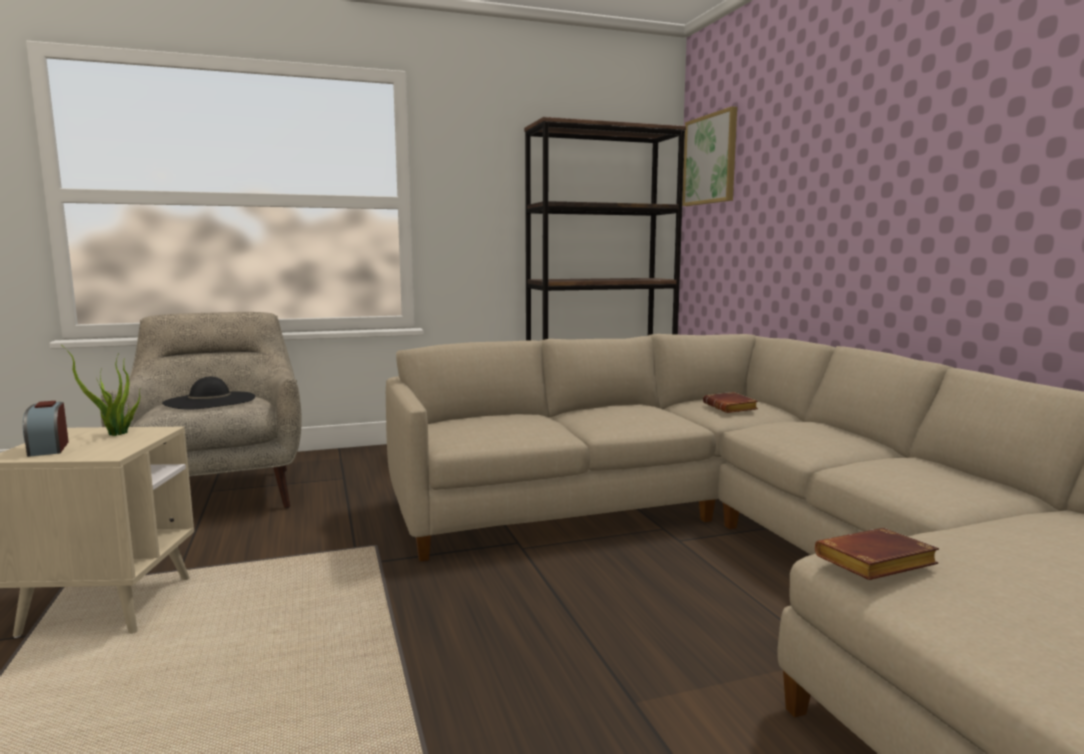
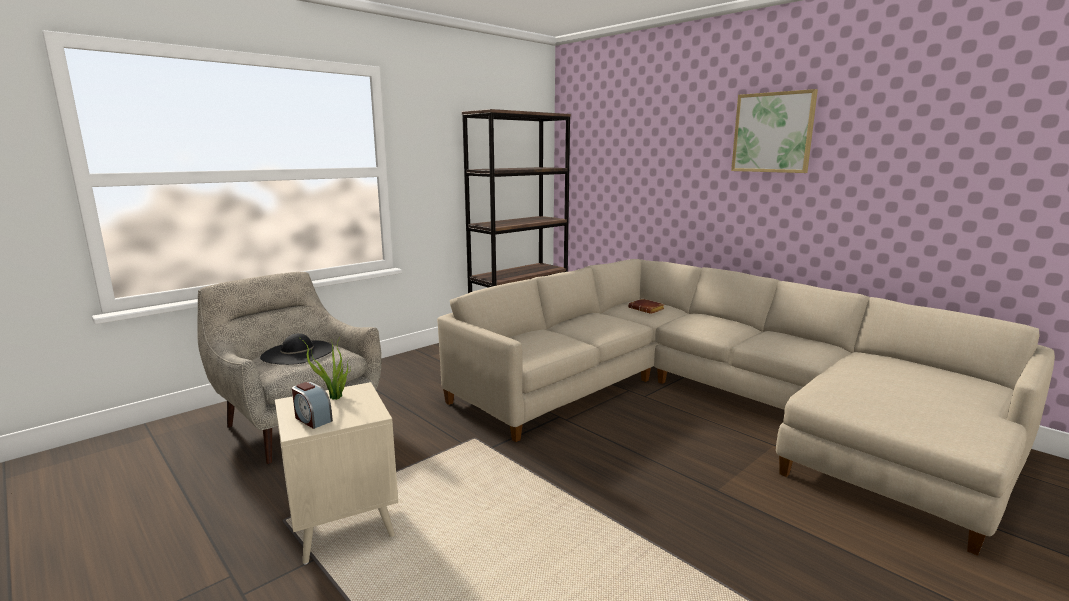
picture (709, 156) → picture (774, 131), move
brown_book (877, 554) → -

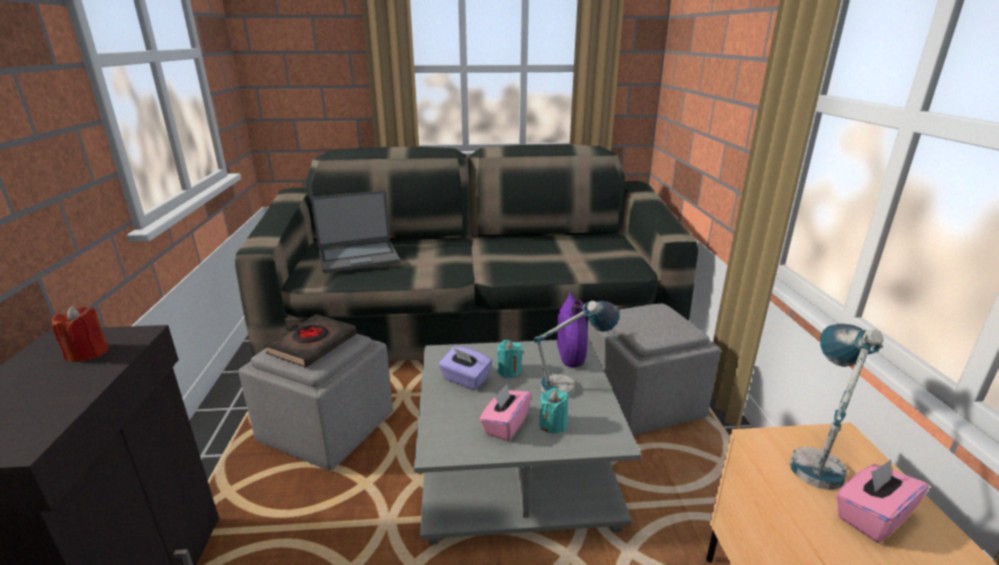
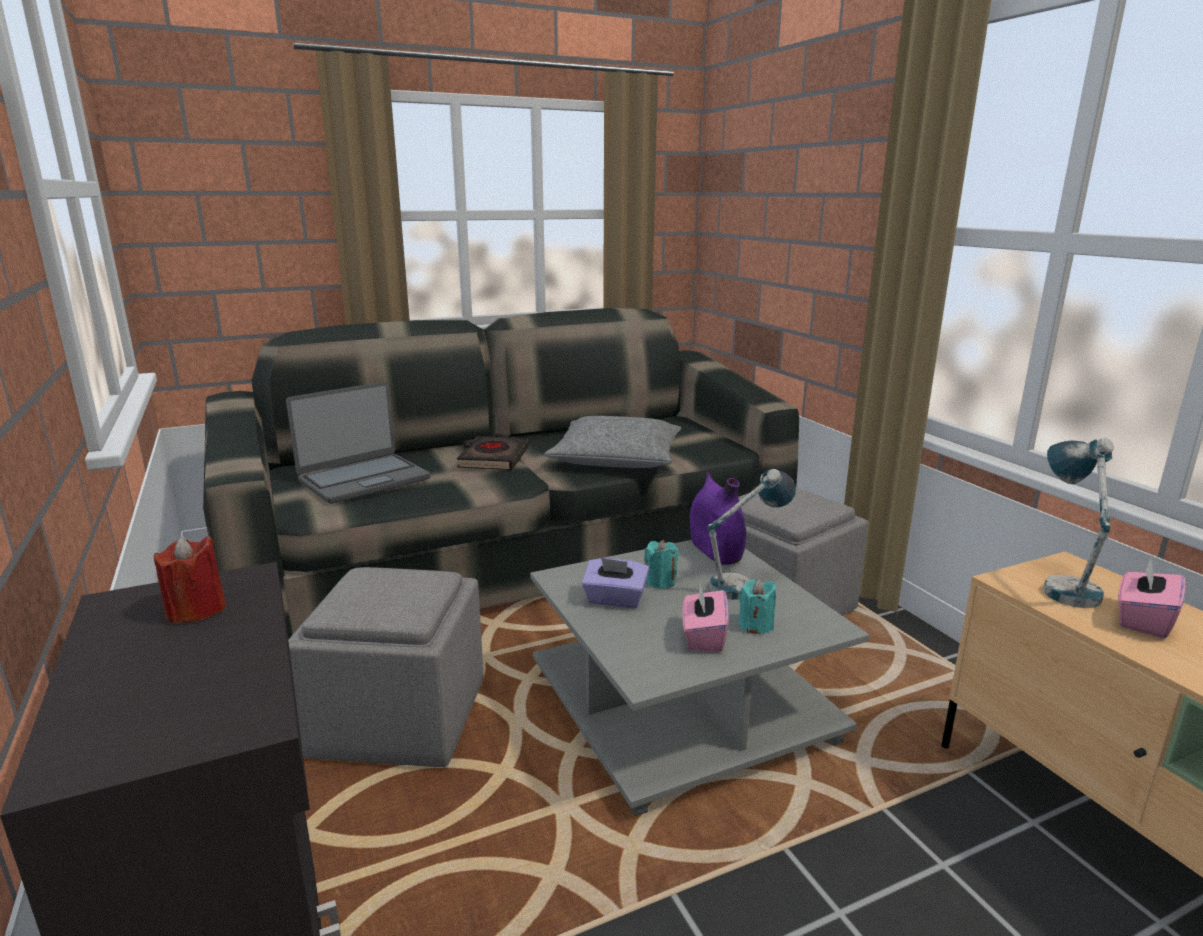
black_book (310, 341) → black_book (493, 453), move
- → grey_pillow (612, 442)

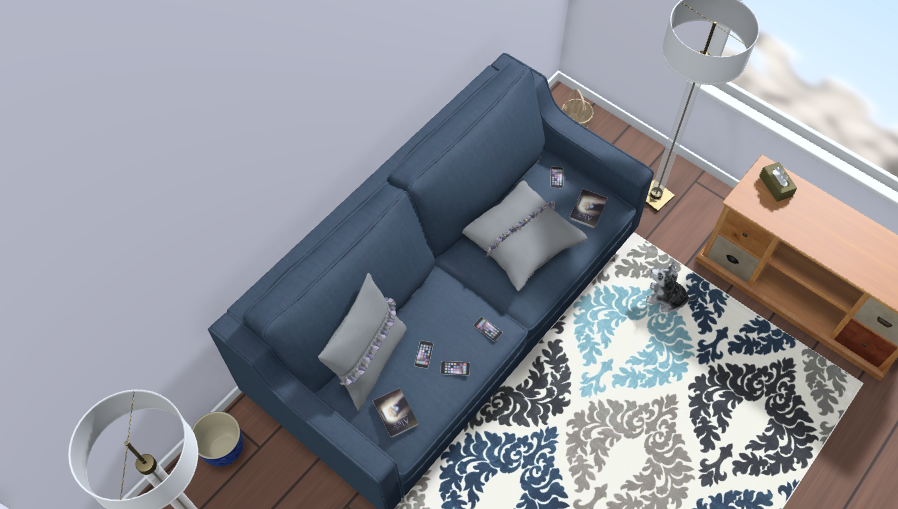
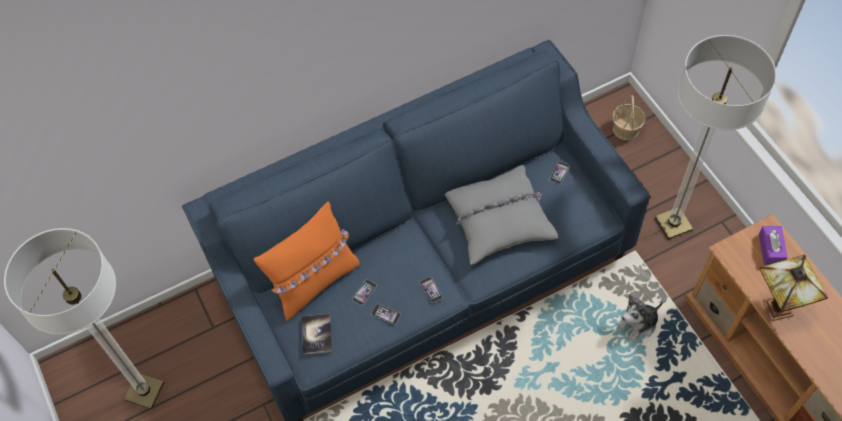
brown_tissue_box (778, 182) → purple_tissue_box (773, 245)
book (588, 208) → -
plush_toy (671, 286) → plush_toy (639, 318), 75 degrees counterclockwise
grey_pillow (362, 342) → orange_pillow (306, 261)
planter (218, 439) → -
- → table_lamp (793, 288)

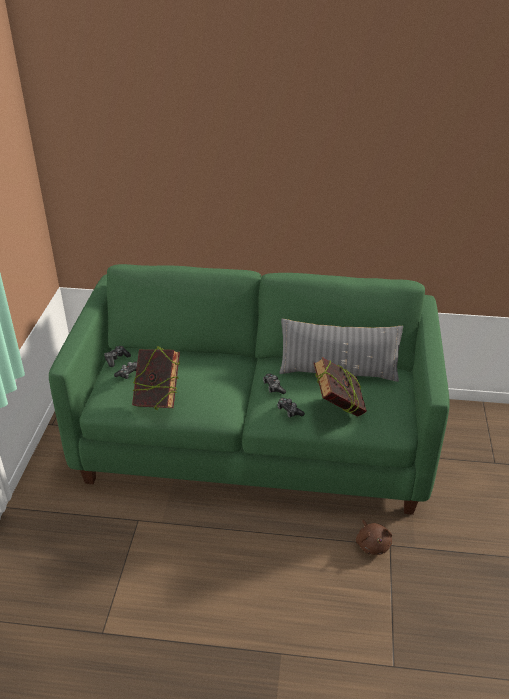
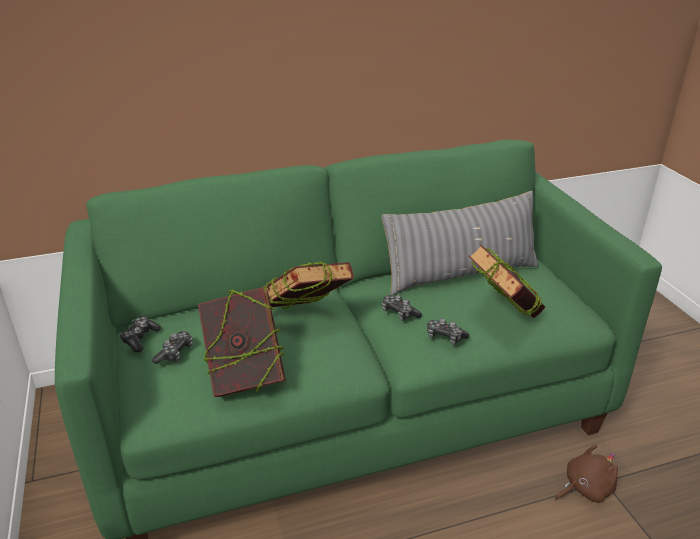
brown_plush_toy (374, 537) → brown_plush_toy (586, 474), 75 degrees counterclockwise
- → book (308, 285)

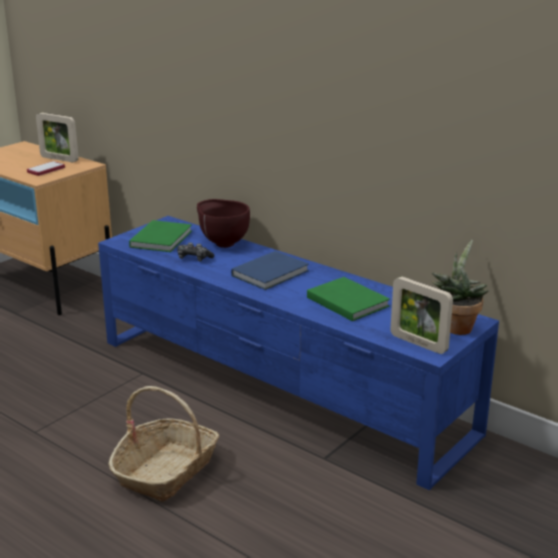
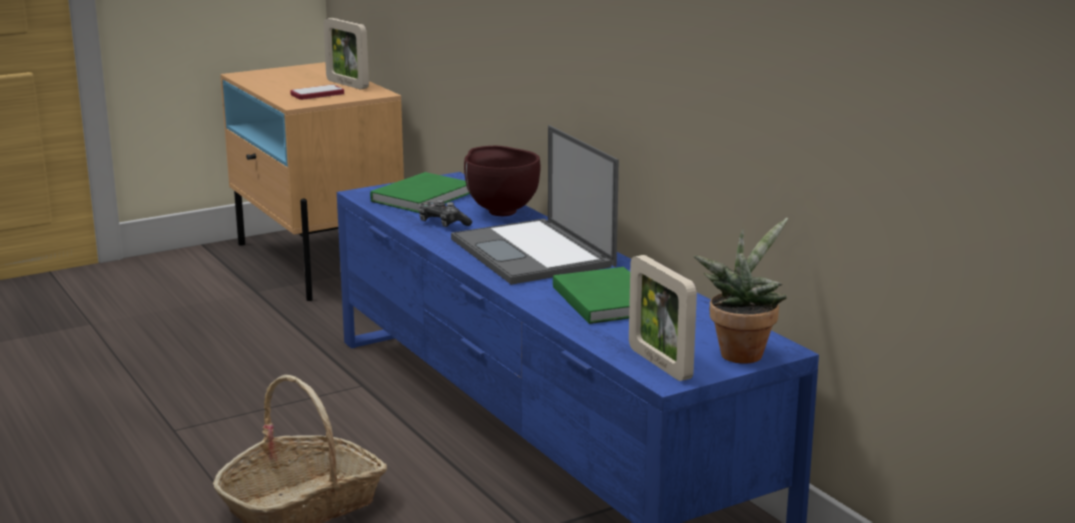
blue_book (270, 270) → laptop (535, 205)

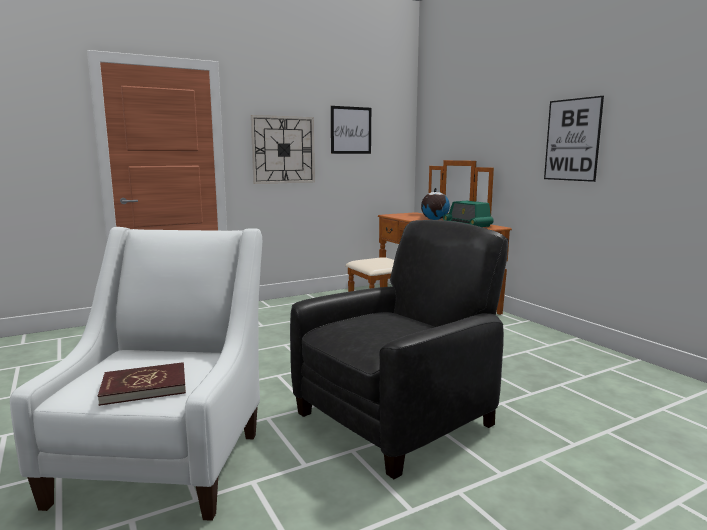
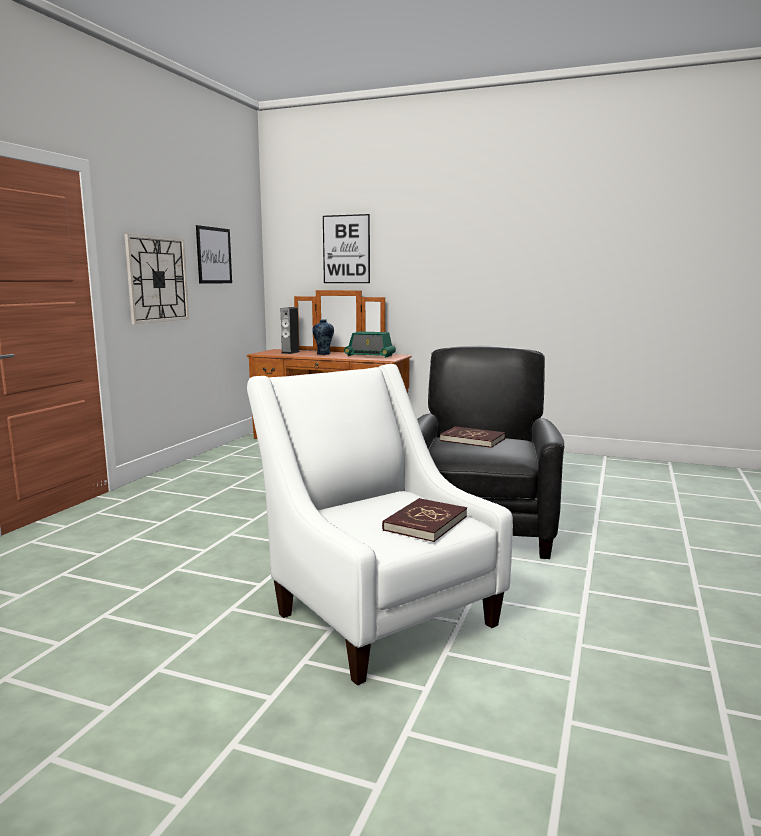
picture (574, 139) → picture (346, 248), move
globe (435, 204) → vase (323, 337)
- → speaker (290, 330)
- → red_book (472, 437)

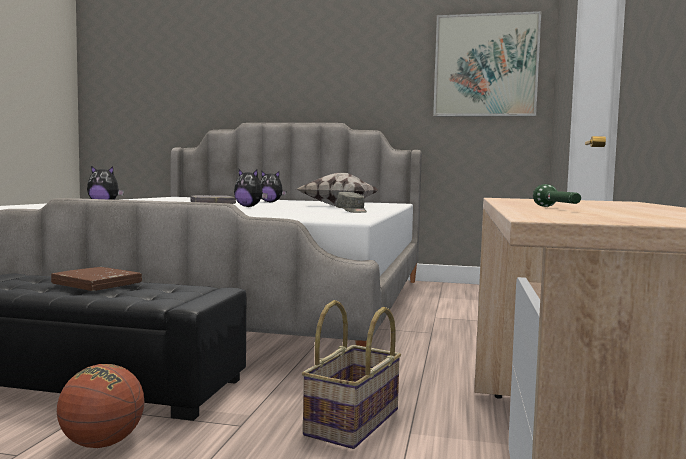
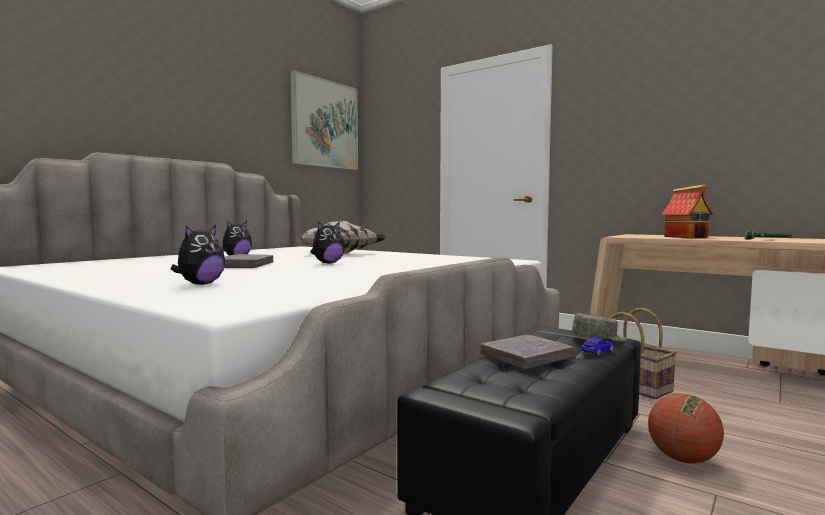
grey_cap (351, 202) → grey_cap (599, 327), move
brown_book (96, 279) → grey_book (527, 351)
- → toy_house (687, 211)
- → toy_car (597, 347)

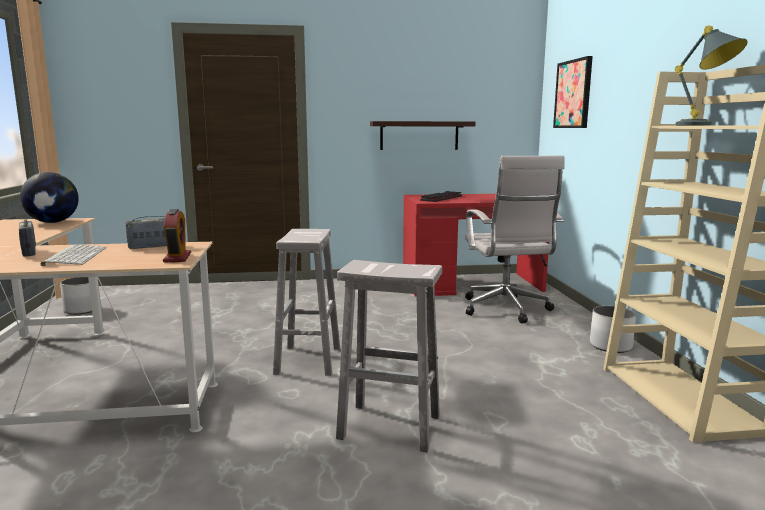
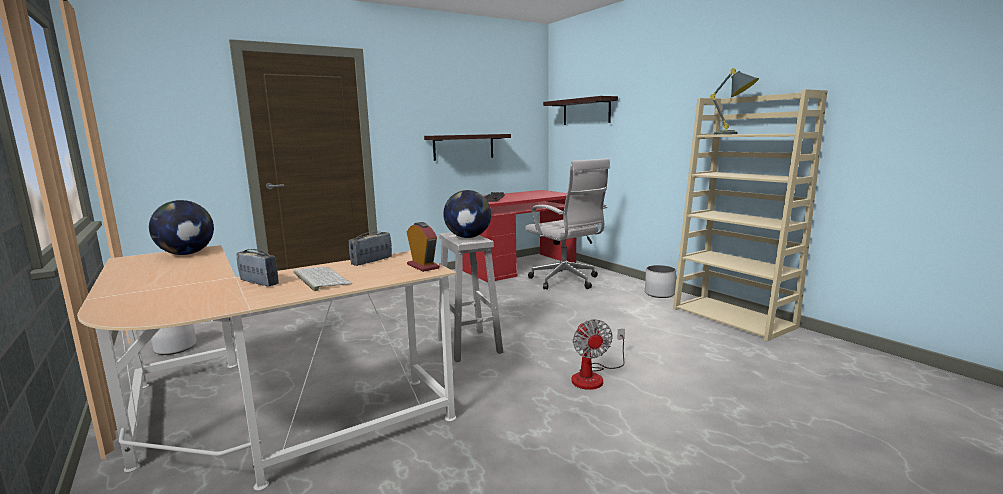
picture (573, 92) → shelf (580, 110)
white_stool (389, 356) → fan (598, 354)
- → globe (467, 214)

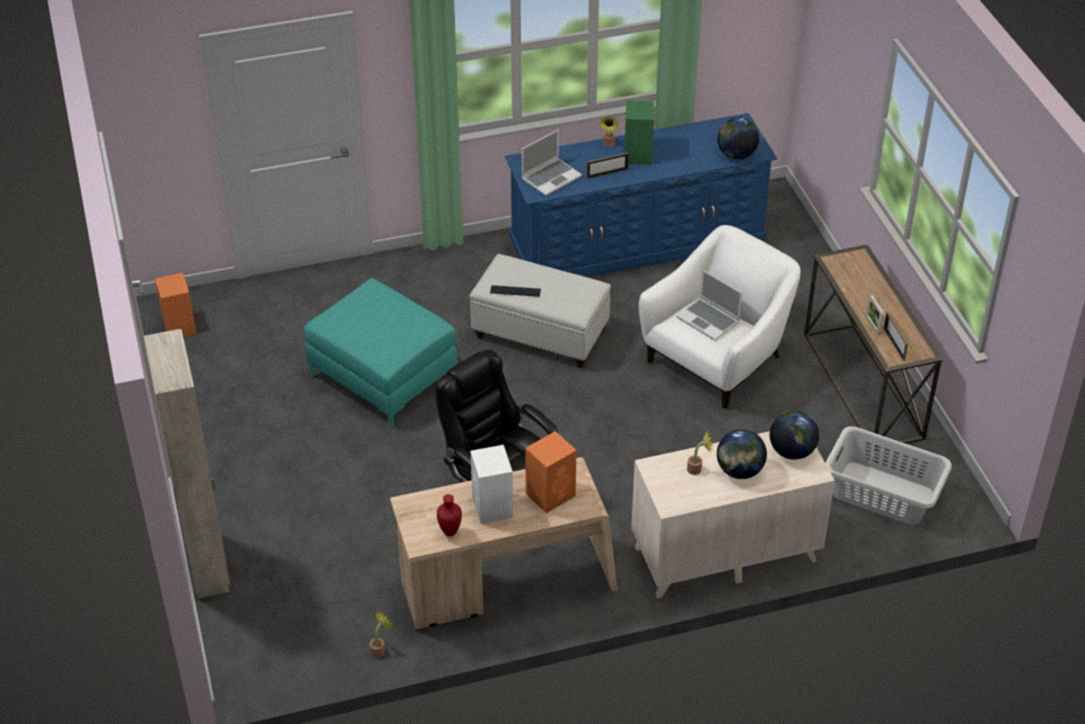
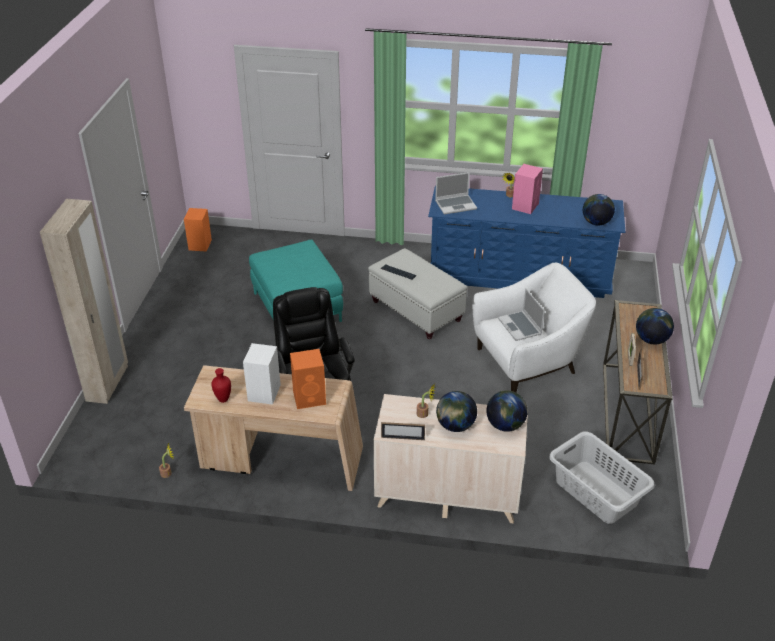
green_speaker (639, 133) → pink_speaker (527, 189)
picture_frame (607, 165) → picture_frame (403, 431), move
- → globe (655, 326)

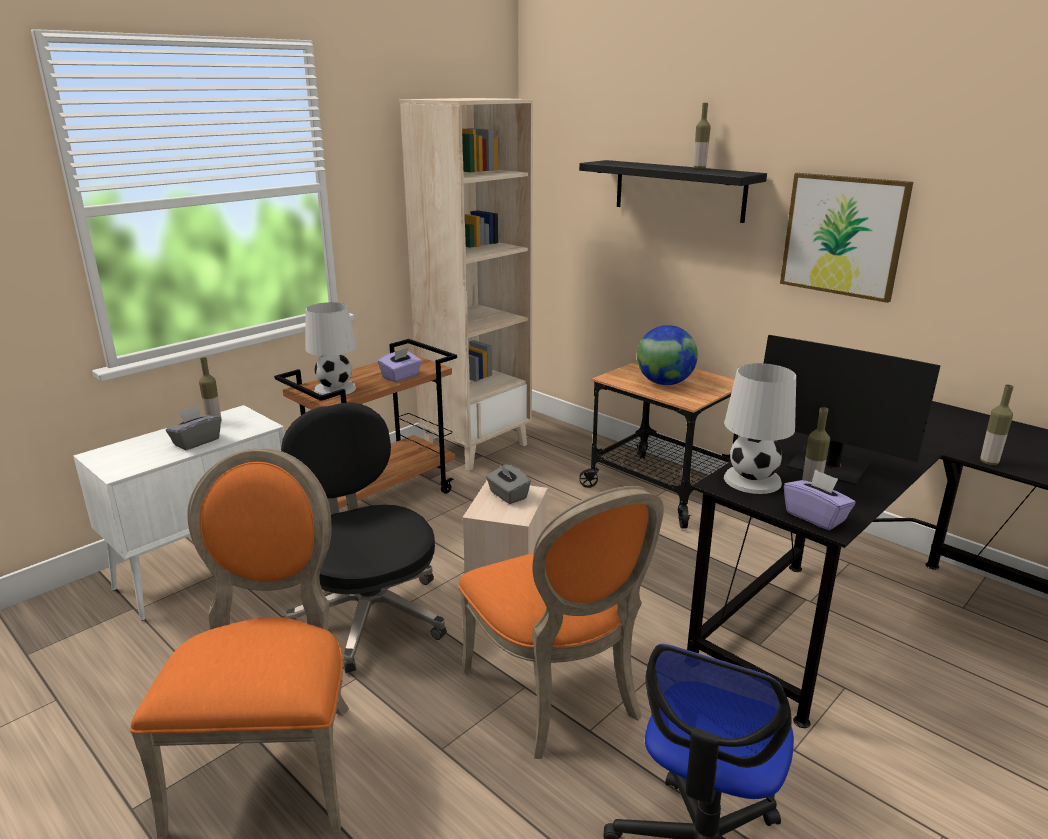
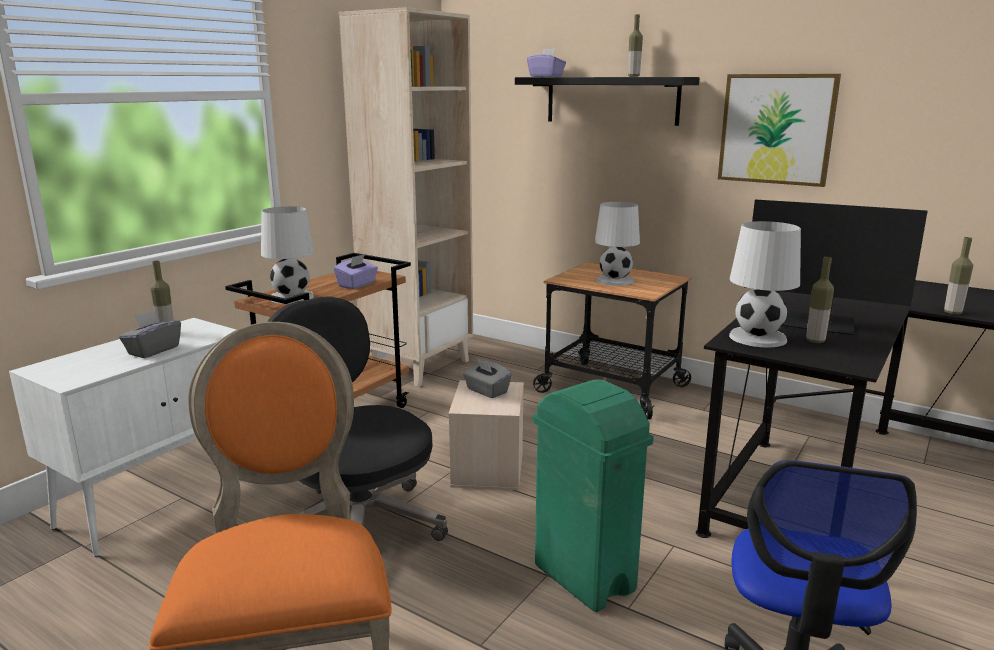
globe (667, 355) → white_table_lamp (617, 244)
purple_tissue_box (820, 499) → purple_tissue_box (546, 62), move
orange_chair (561, 622) → green_trash_can (593, 496)

